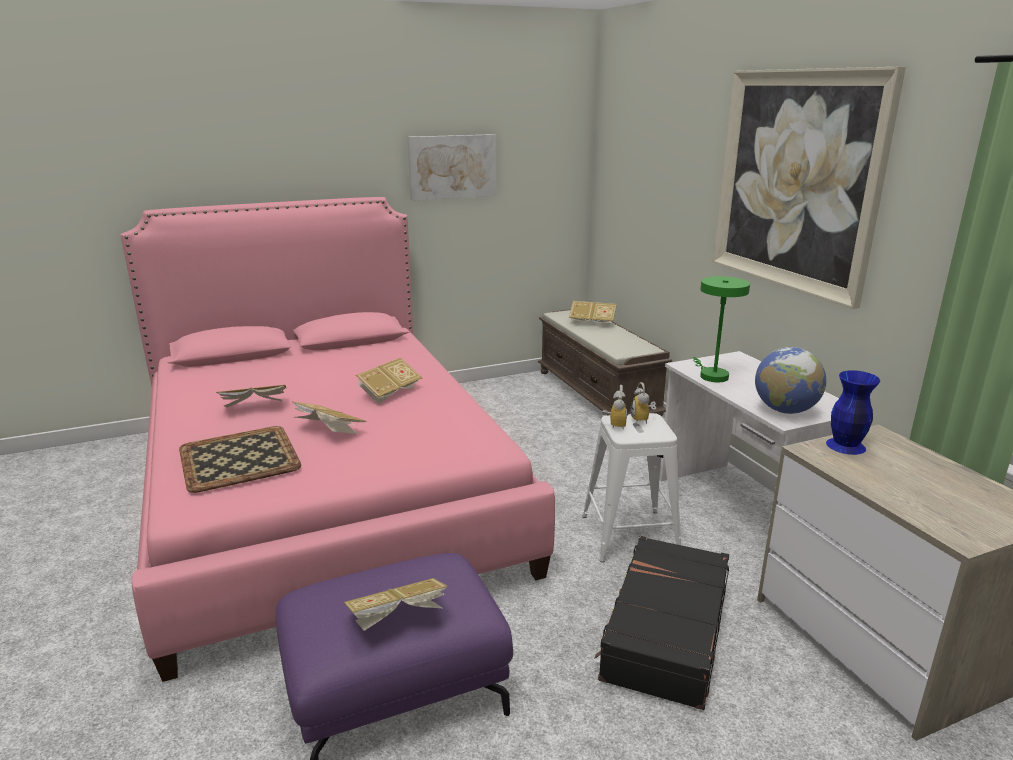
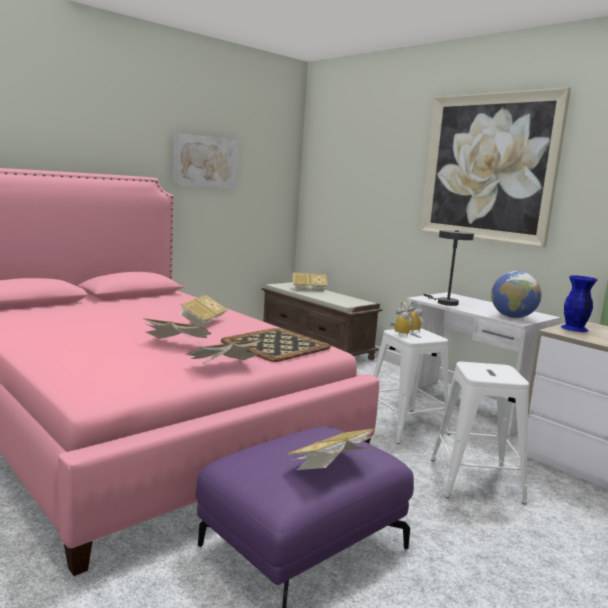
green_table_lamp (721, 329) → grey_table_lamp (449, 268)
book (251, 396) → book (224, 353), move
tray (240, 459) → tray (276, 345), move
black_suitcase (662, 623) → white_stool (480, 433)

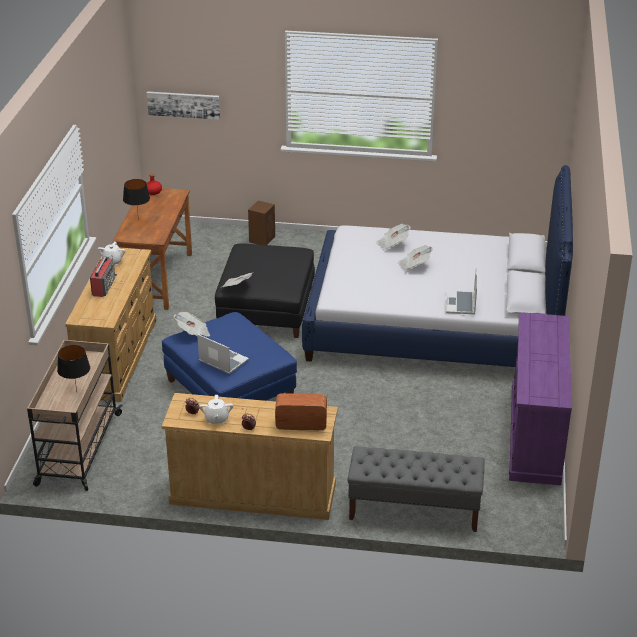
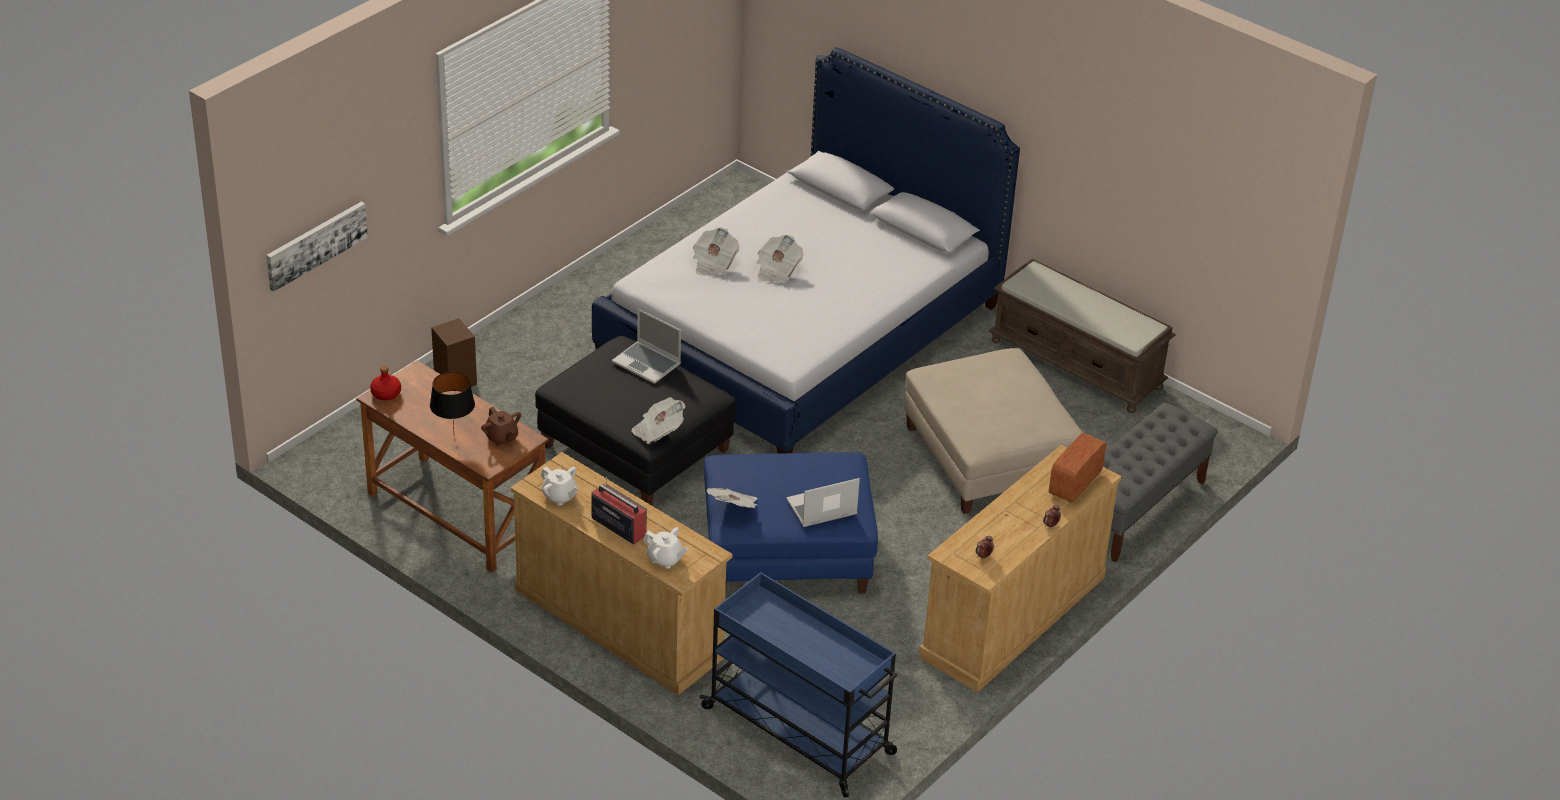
laptop (461, 291) → laptop (646, 346), move
purple_dresser (540, 398) → brown_bench (1082, 335)
beige_cart (75, 415) → blue_cart (798, 684)
black_table_lamp (73, 368) → -
white_teapot (216, 409) → white_teapot (665, 548), move
- → beige_ottoman (993, 431)
- → brown_teapot (501, 426)

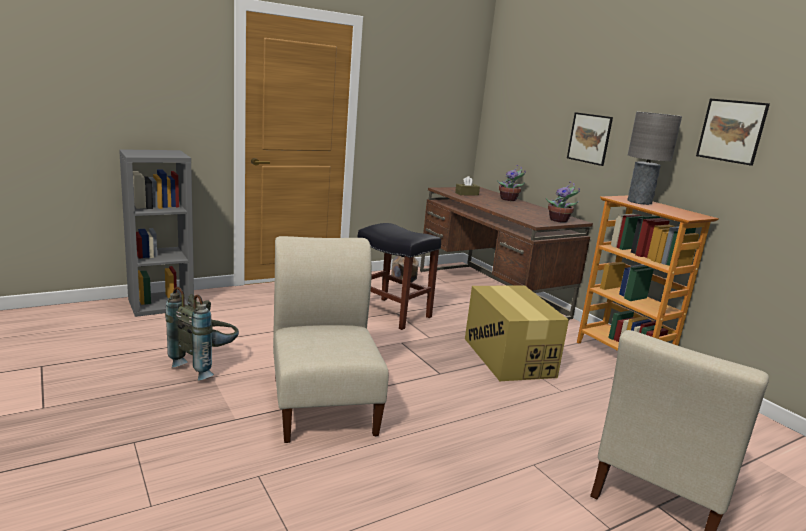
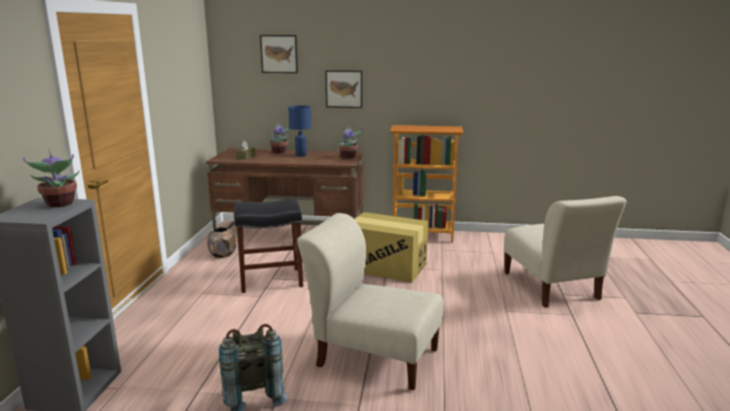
picture (733, 132) → picture (279, 54), move
grey_table_lamp (654, 158) → -
- → blue_table_lamp (299, 130)
- → potted_plant (51, 178)

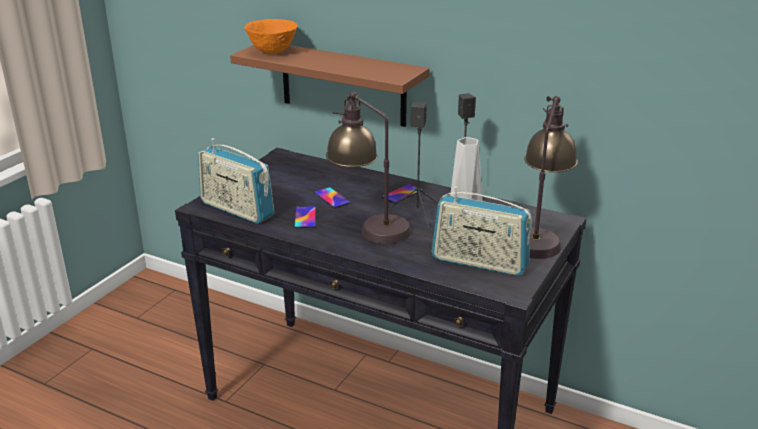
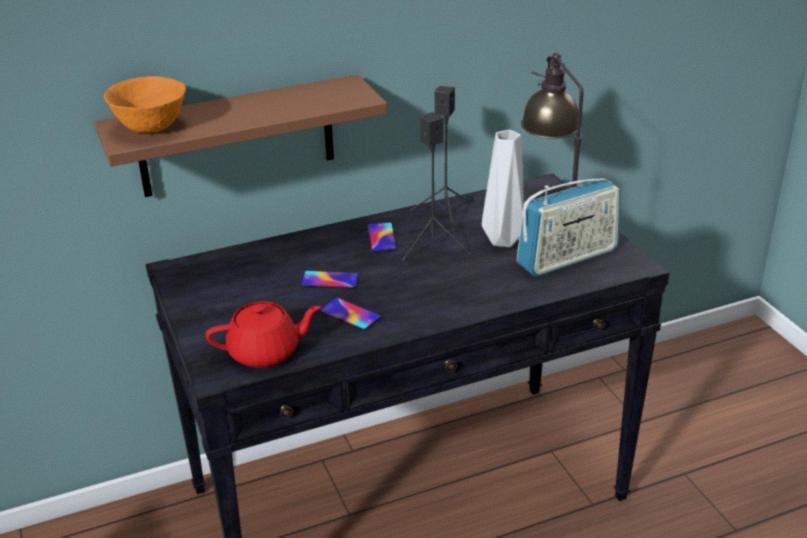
table_lamp (368, 167) → -
radio (236, 181) → red_teapot (263, 334)

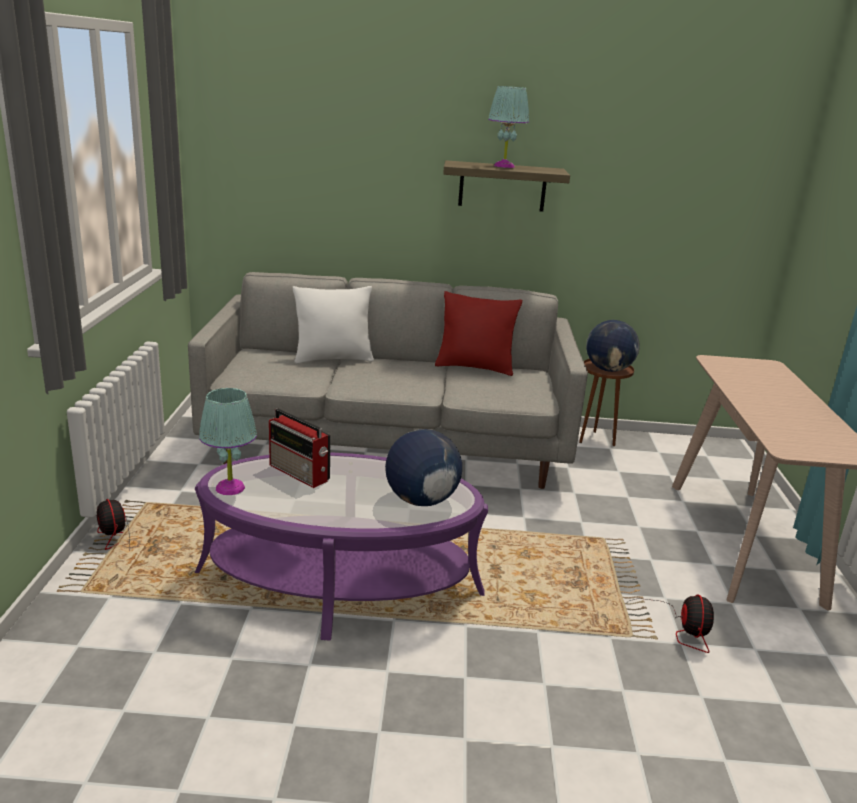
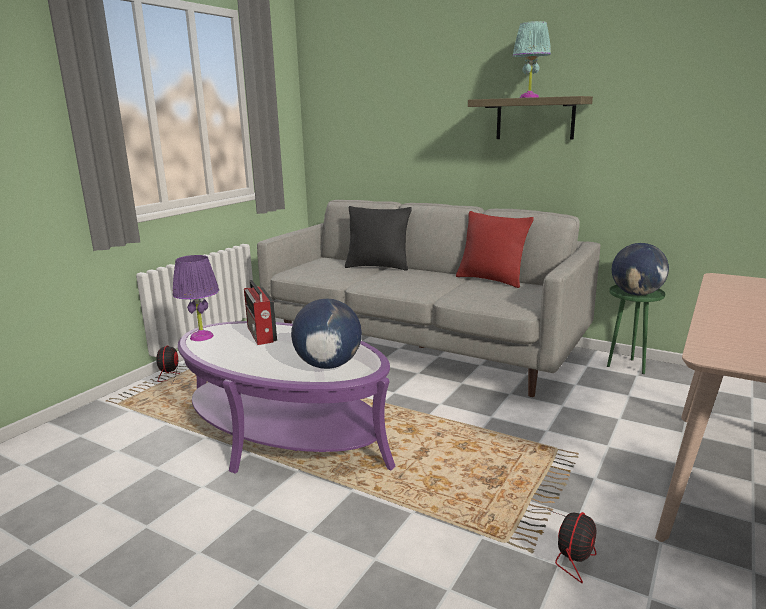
white_pillow (333, 325) → black_pillow (378, 238)
brown_side_table (606, 402) → green_side_table (636, 329)
turquoise_table_lamp (228, 441) → purple_table_lamp (196, 298)

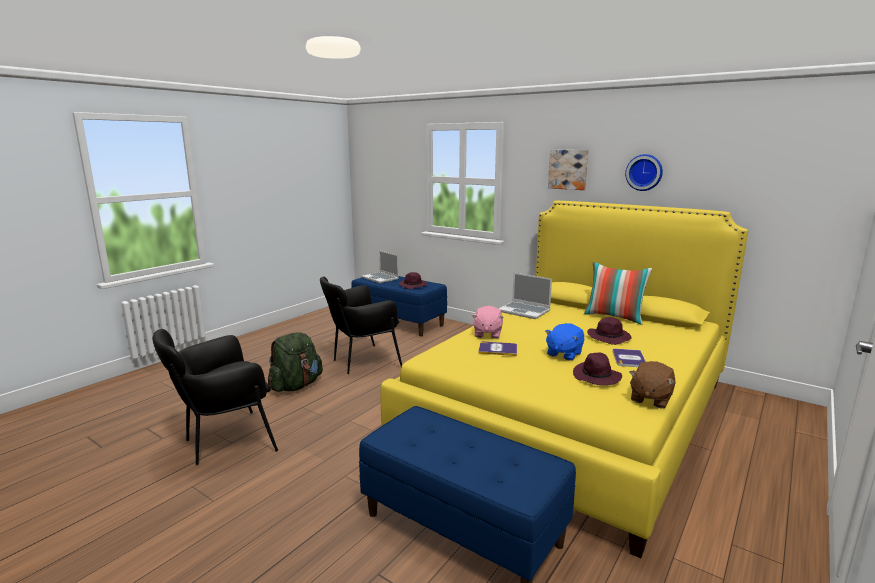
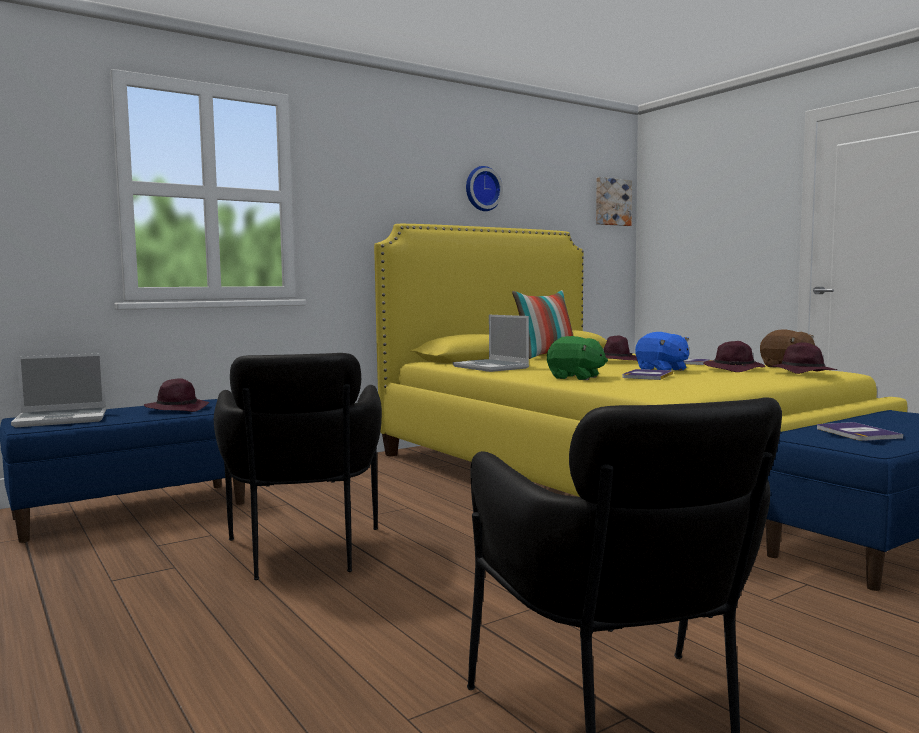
picture (568, 170) → picture (614, 201), move
laptop (525, 296) → laptop (491, 343), 90 degrees clockwise
pink_plush_toy (488, 322) → green_plush_toy (577, 358)
green_backpack (295, 362) → -
- → purple_hat (803, 358)
- → book (860, 431)

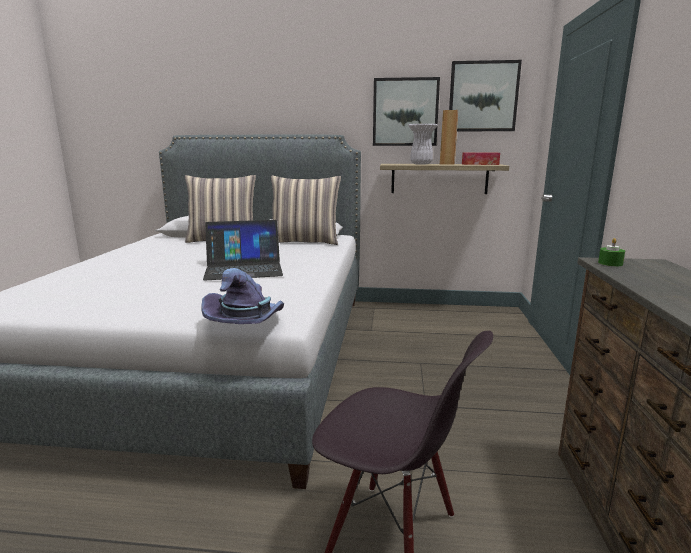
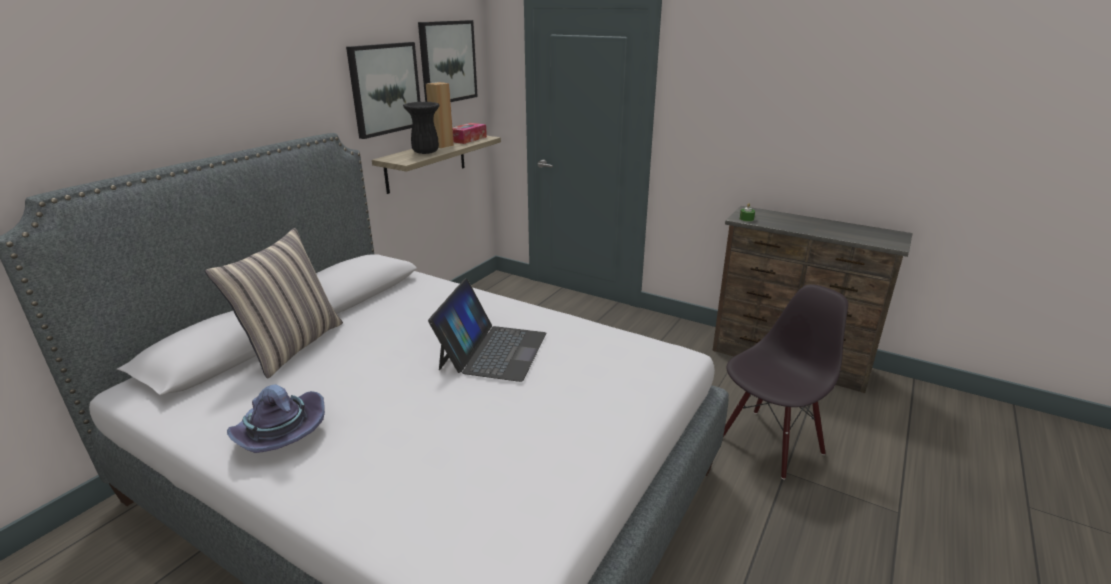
white_vase (423, 144) → black_vase (421, 128)
pillow (306, 210) → -
purple_hat (243, 296) → purple_hat (276, 419), move

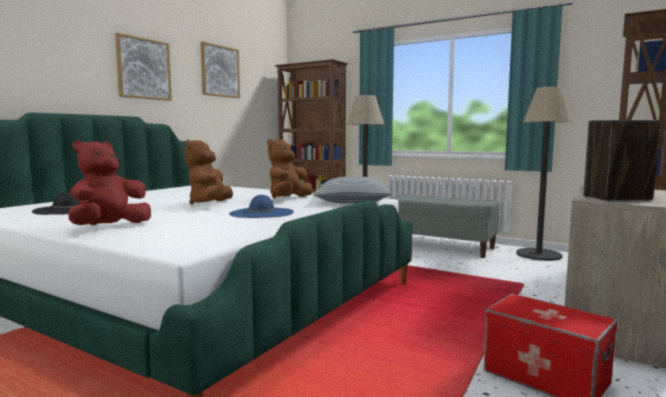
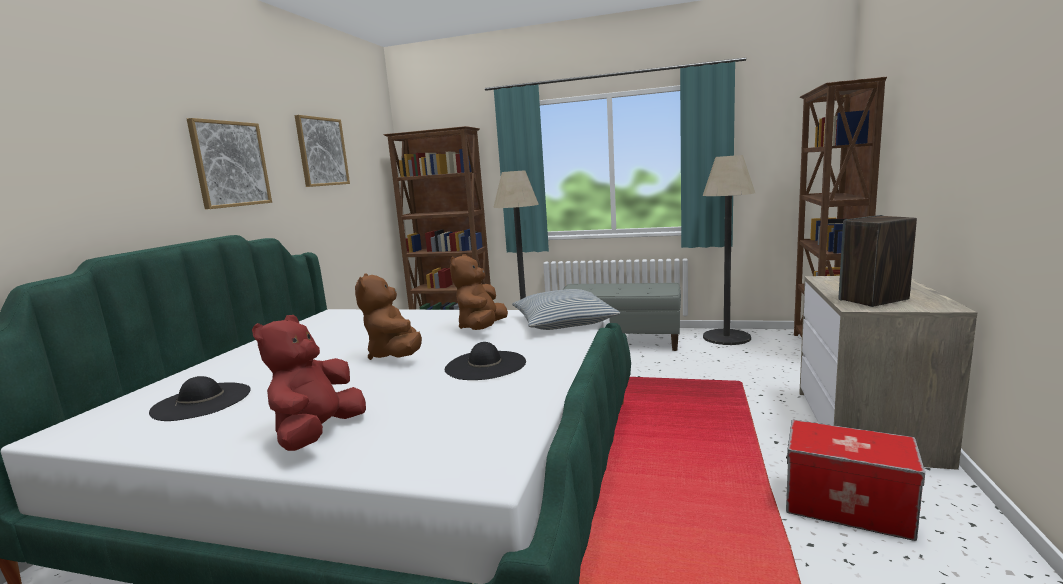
blue_hat (261, 206) → black_hat (485, 361)

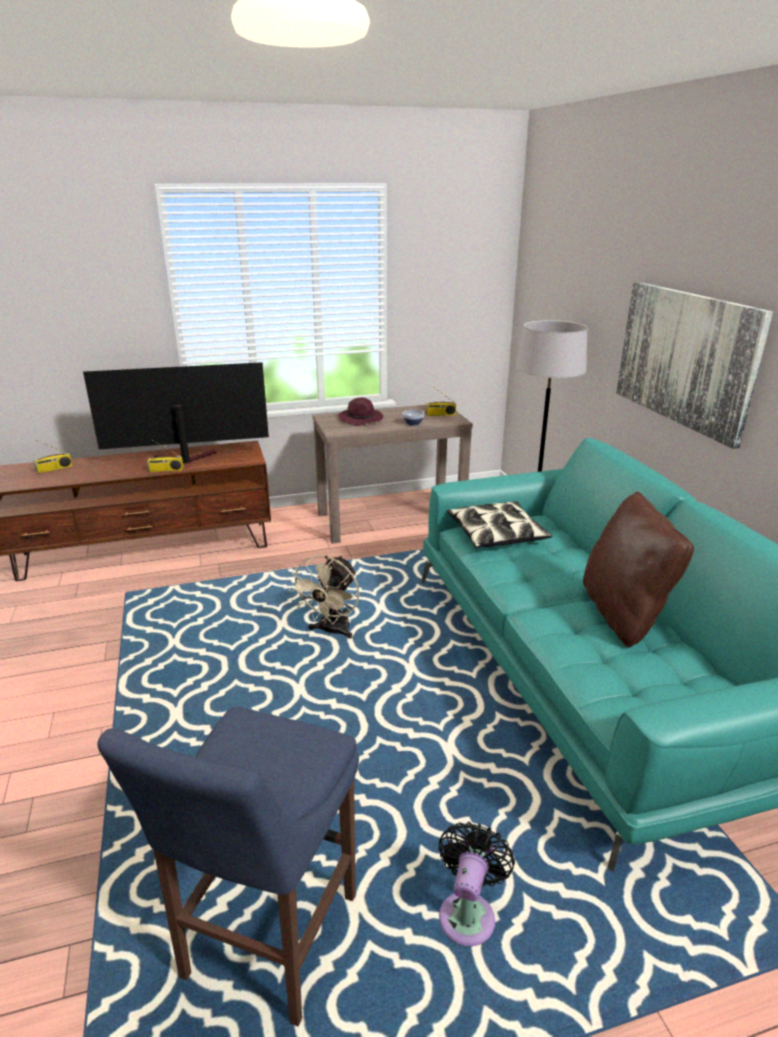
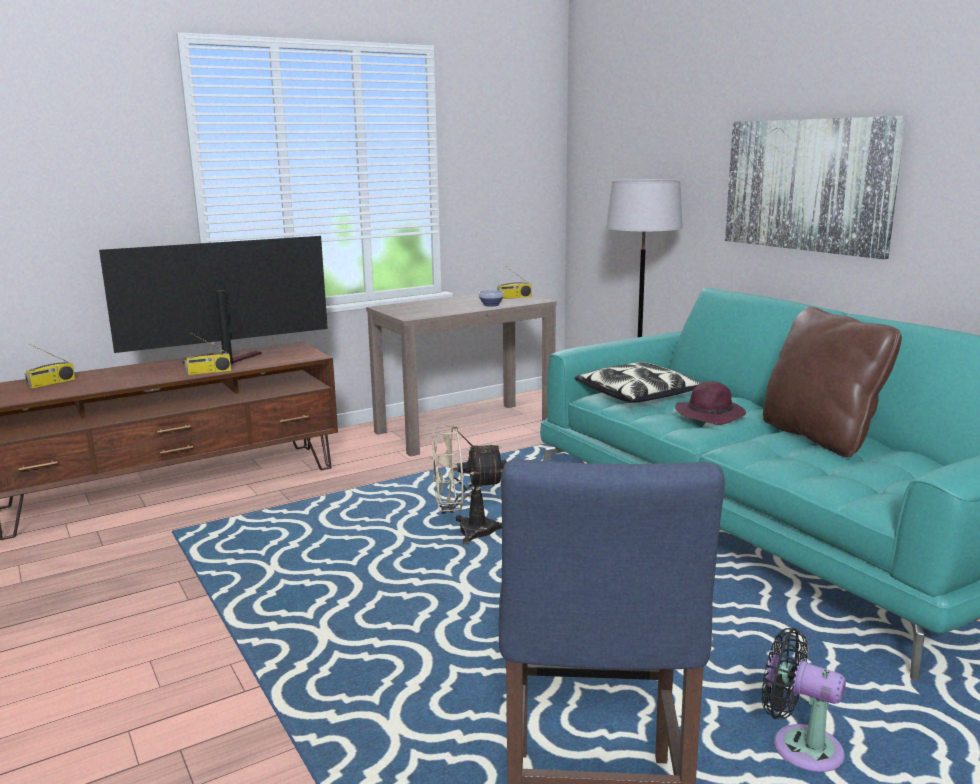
purple_hat (360, 412) → purple_hat (710, 403), move
beige_fan (324, 596) → beige_fan (469, 485), 75 degrees clockwise
black_fan (476, 884) → black_fan (804, 700), 60 degrees counterclockwise

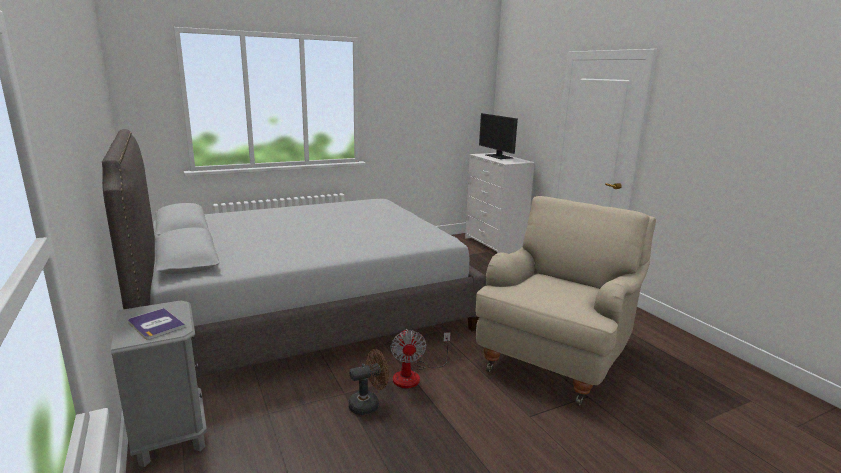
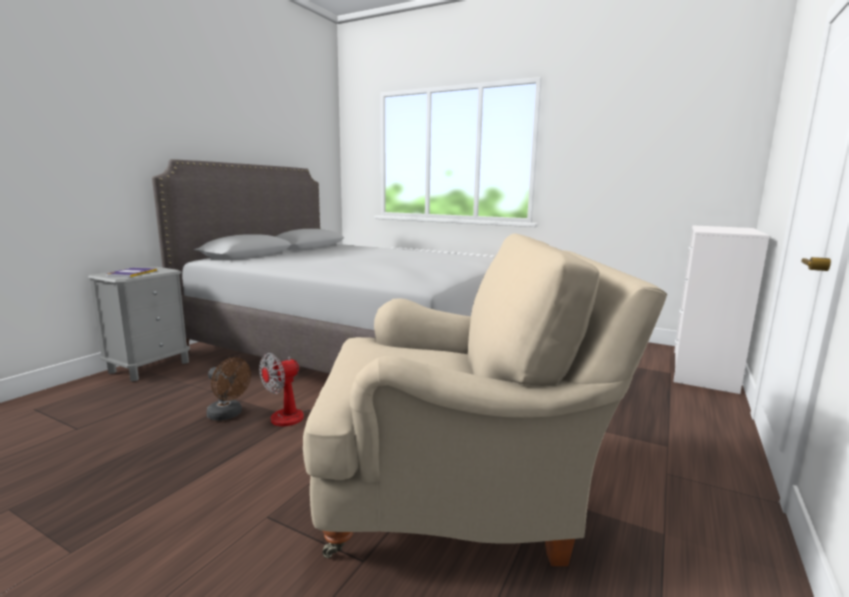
monitor (498, 136) → -

